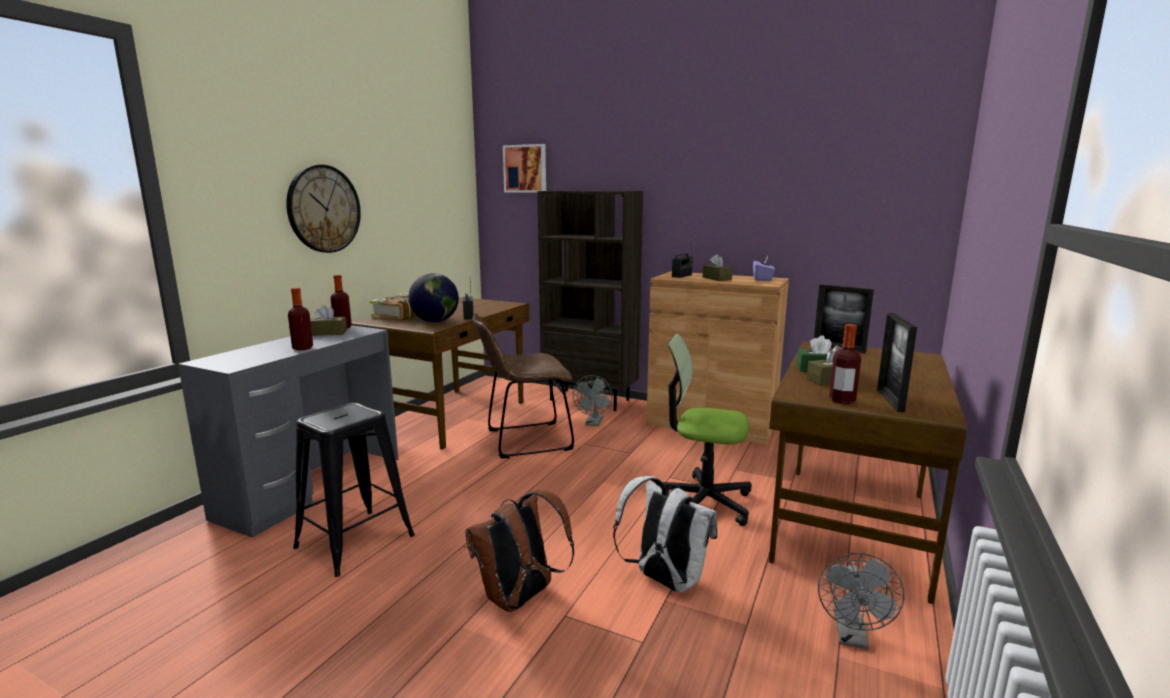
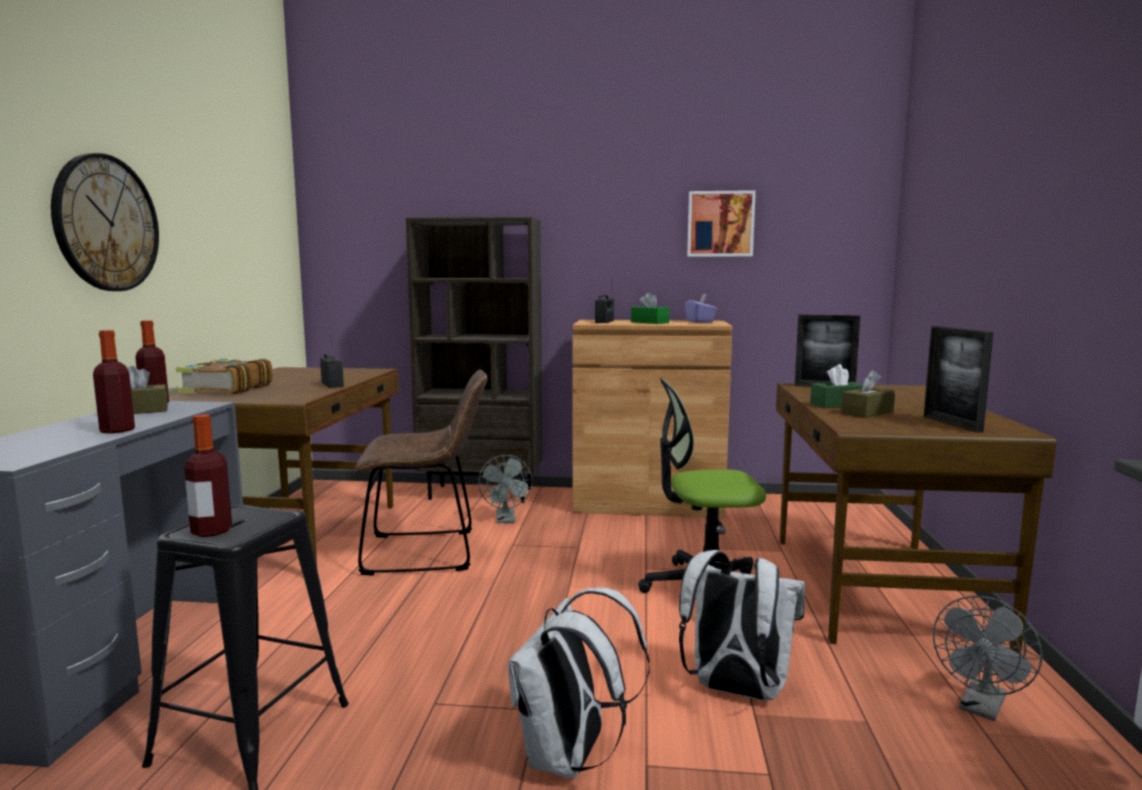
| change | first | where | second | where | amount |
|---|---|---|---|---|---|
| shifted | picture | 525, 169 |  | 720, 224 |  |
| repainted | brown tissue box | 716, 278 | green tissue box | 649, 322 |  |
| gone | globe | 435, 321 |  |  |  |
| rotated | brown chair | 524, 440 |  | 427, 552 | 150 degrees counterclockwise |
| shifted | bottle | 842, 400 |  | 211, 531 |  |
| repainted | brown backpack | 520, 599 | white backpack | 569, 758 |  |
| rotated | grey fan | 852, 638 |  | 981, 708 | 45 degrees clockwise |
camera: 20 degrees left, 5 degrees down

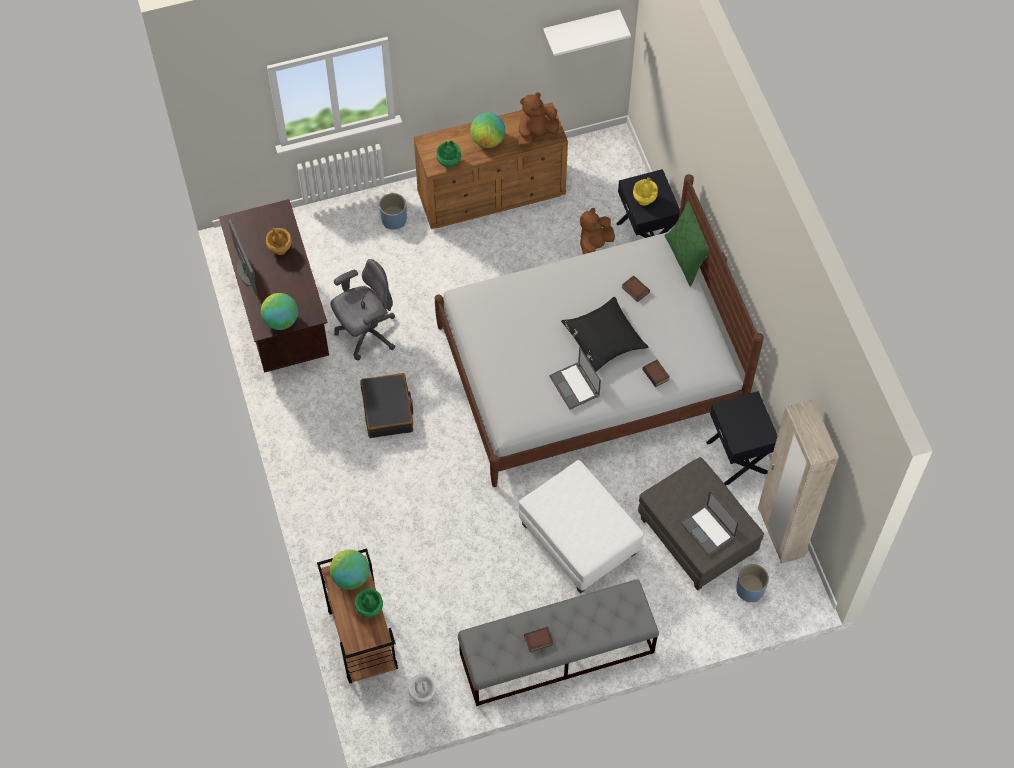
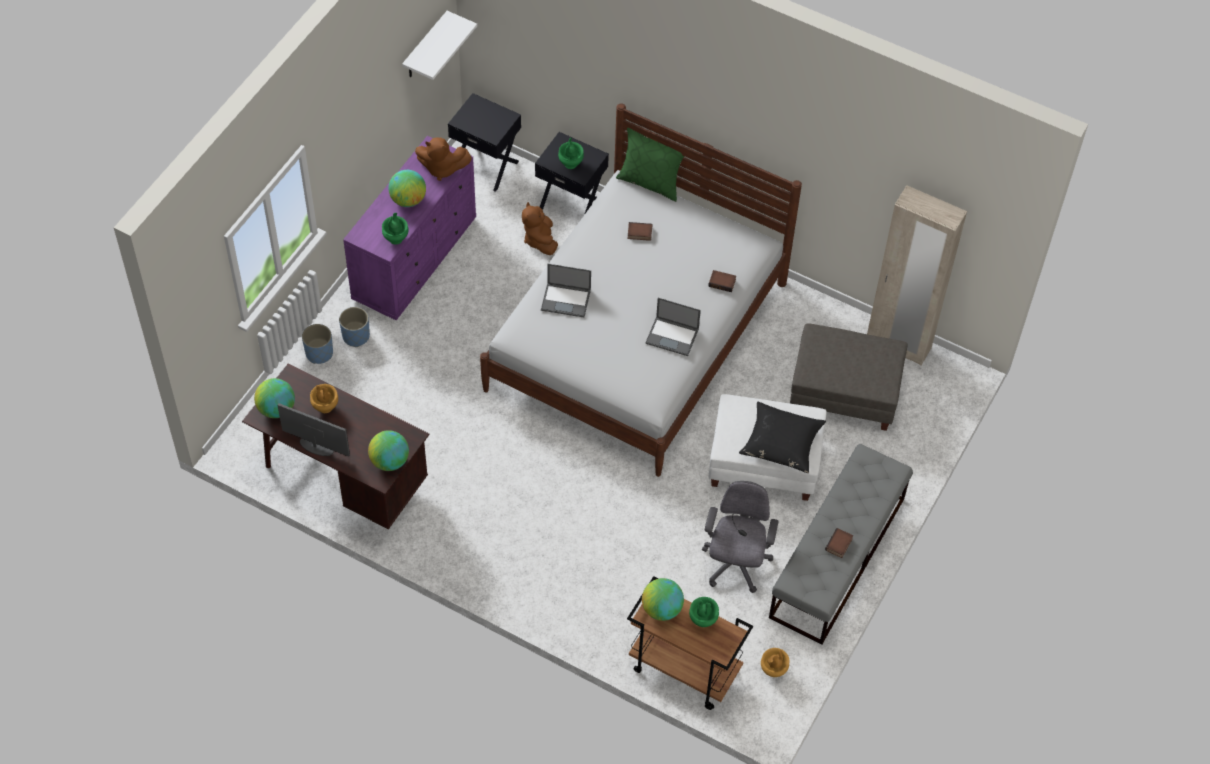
| change | first | where | second | where | amount |
|---|---|---|---|---|---|
| rotated | brown plush toy | 536, 134 |  | 442, 168 | 90 degrees counterclockwise |
| repainted | brown dresser | 492, 194 | purple dresser | 415, 258 |  |
| repainted | yellow vase | 644, 200 | green vase | 570, 164 |  |
| shifted | grey office chair | 366, 333 |  | 735, 564 |  |
| shifted | black pillow | 604, 339 |  | 781, 442 |  |
| gone | black suitcase | 388, 410 |  |  |  |
| shifted | black nightstand | 738, 457 |  | 486, 166 |  |
| shifted | laptop | 708, 530 |  | 566, 300 |  |
| shifted | blue planter | 749, 590 |  | 319, 353 |  |
| repainted | white vase | 422, 694 | brown vase | 773, 670 |  |
| new |  |  | globe | 276, 409 |  |
camera: 45 degrees left, 5 degrees down

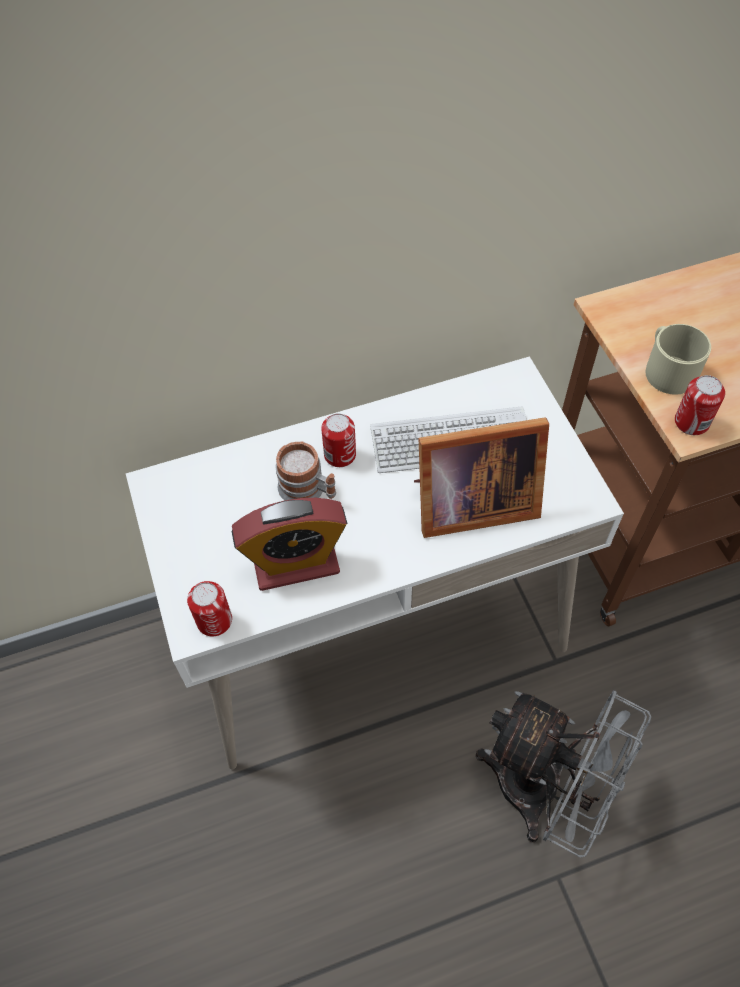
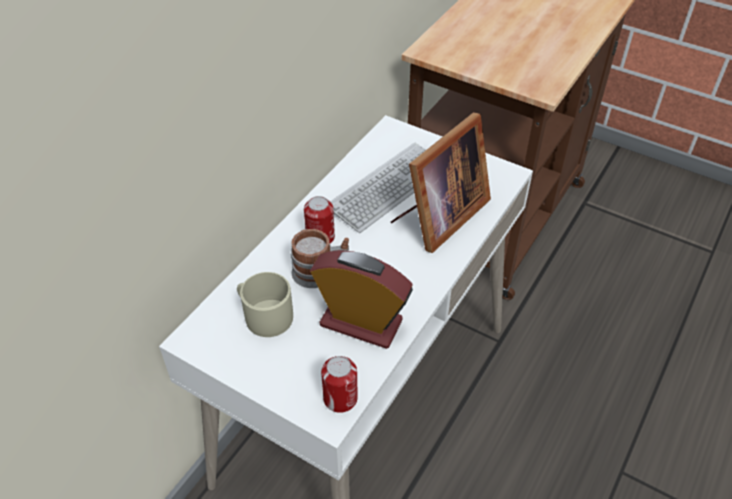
| change | first | where | second | where | amount |
|---|---|---|---|---|---|
| shifted | beige mug | 667, 369 |  | 264, 315 |  |
| gone | can | 691, 422 |  |  |  |
| rotated | alarm clock | 296, 563 |  | 361, 323 | 105 degrees counterclockwise |
| gone | grey fan | 544, 792 |  |  |  |
camera: 40 degrees left, 10 degrees down

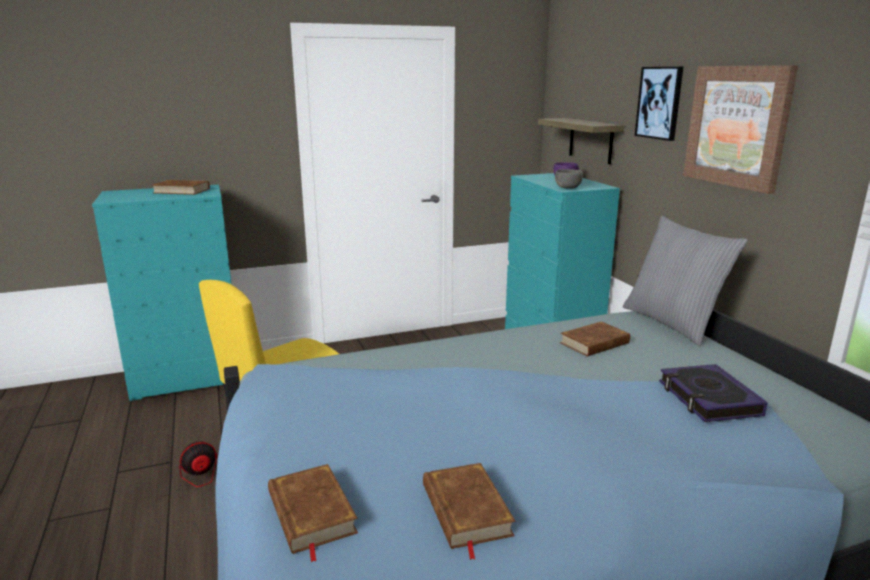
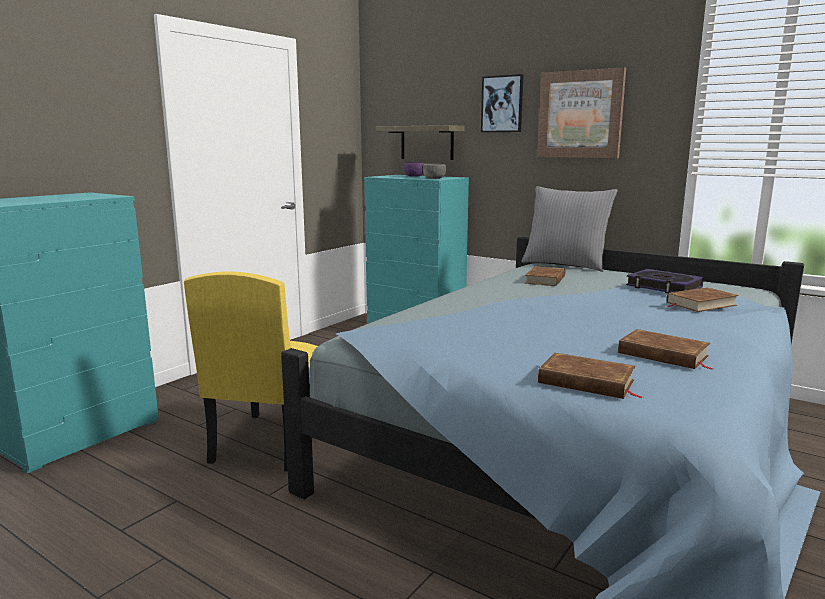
| change | first | where | second | where | amount |
|---|---|---|---|---|---|
| shifted | brown book | 181, 191 |  | 700, 304 |  |
| gone | fan | 191, 490 |  |  |  |
camera: 35 degrees left, 5 degrees down

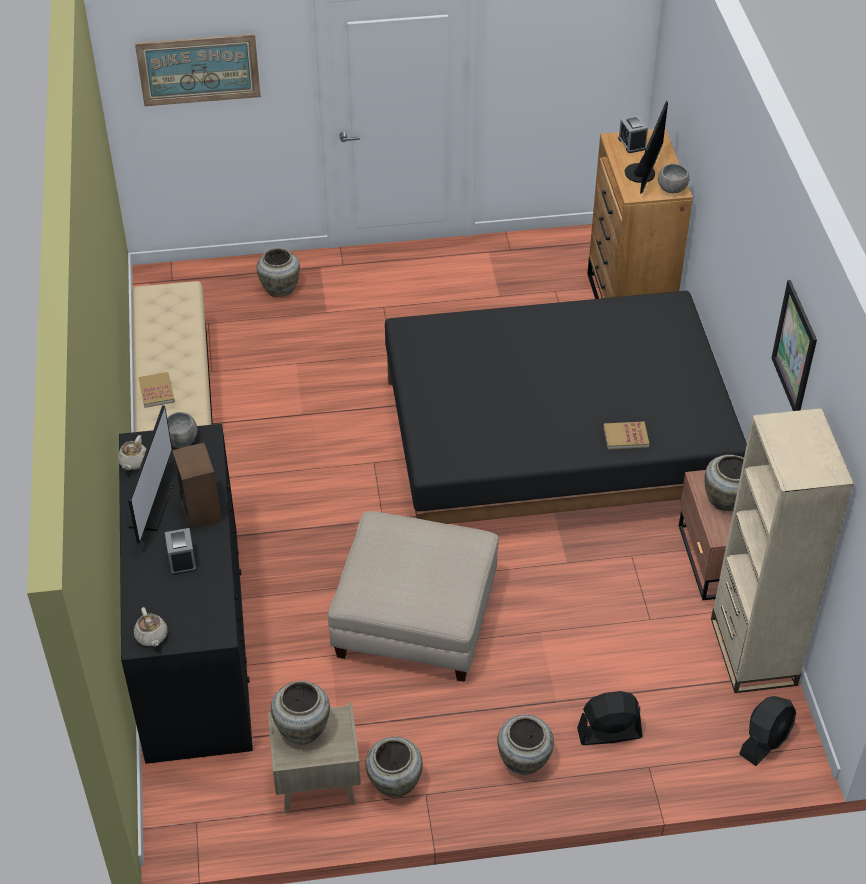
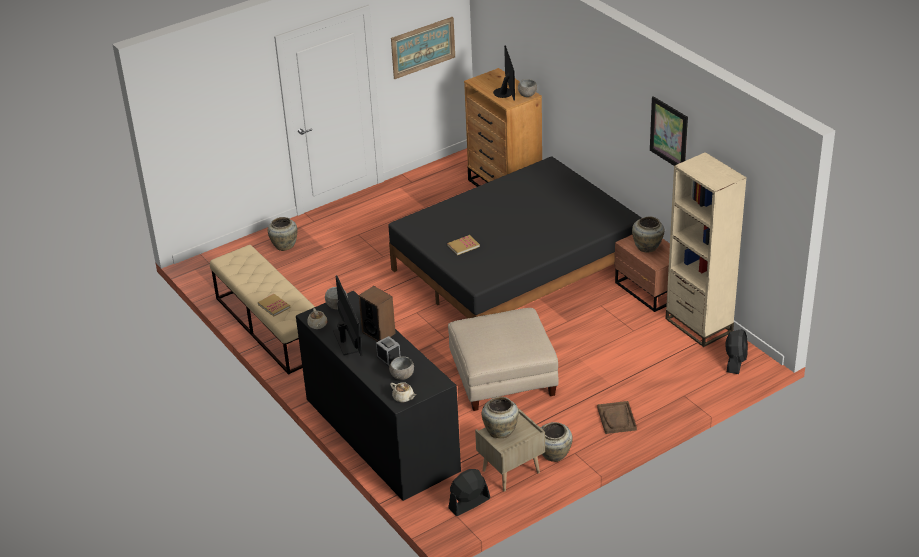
| change | first | where | second | where | amount |
|---|---|---|---|---|---|
| shifted | picture | 198, 69 |  | 423, 47 |  |
| gone | alarm clock | 632, 143 |  |  |  |
| shifted | book | 626, 437 |  | 463, 246 |  |
| shifted | black fan | 609, 733 |  | 469, 503 |  |
| swapped | beige vase | 523, 762 | brown tray | 616, 418 |  |
| new |  |  | grey bowl | 402, 376 |  |
camera: 25 degrees left, 10 degrees down

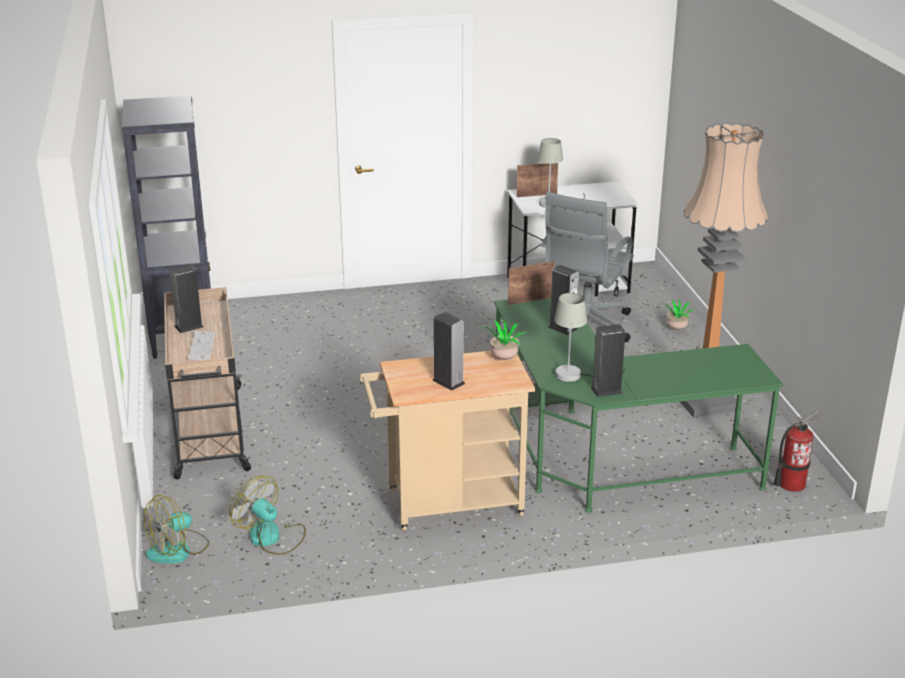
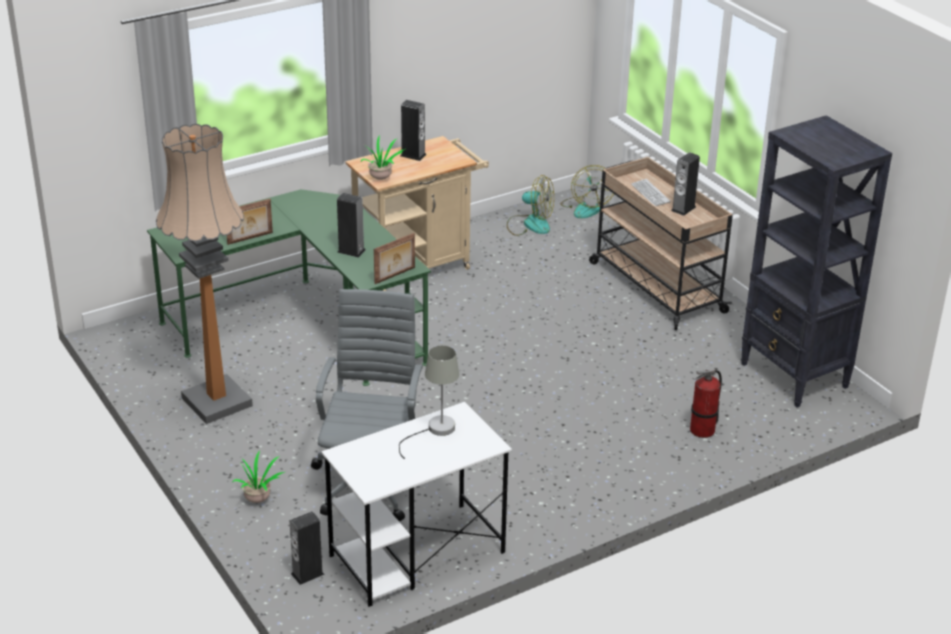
| change | first | where | second | where | amount |
|---|---|---|---|---|---|
| shifted | picture frame | 536, 195 |  | 250, 238 |  |
| gone | grey table lamp | 576, 375 |  |  |  |
| shifted | speaker | 606, 390 |  | 307, 574 |  |
| shifted | fire extinguisher | 791, 484 |  | 703, 430 |  |
| rotated | fan | 178, 550 |  | 586, 207 | 150 degrees clockwise |
camera: 160 degrees right, 5 degrees up

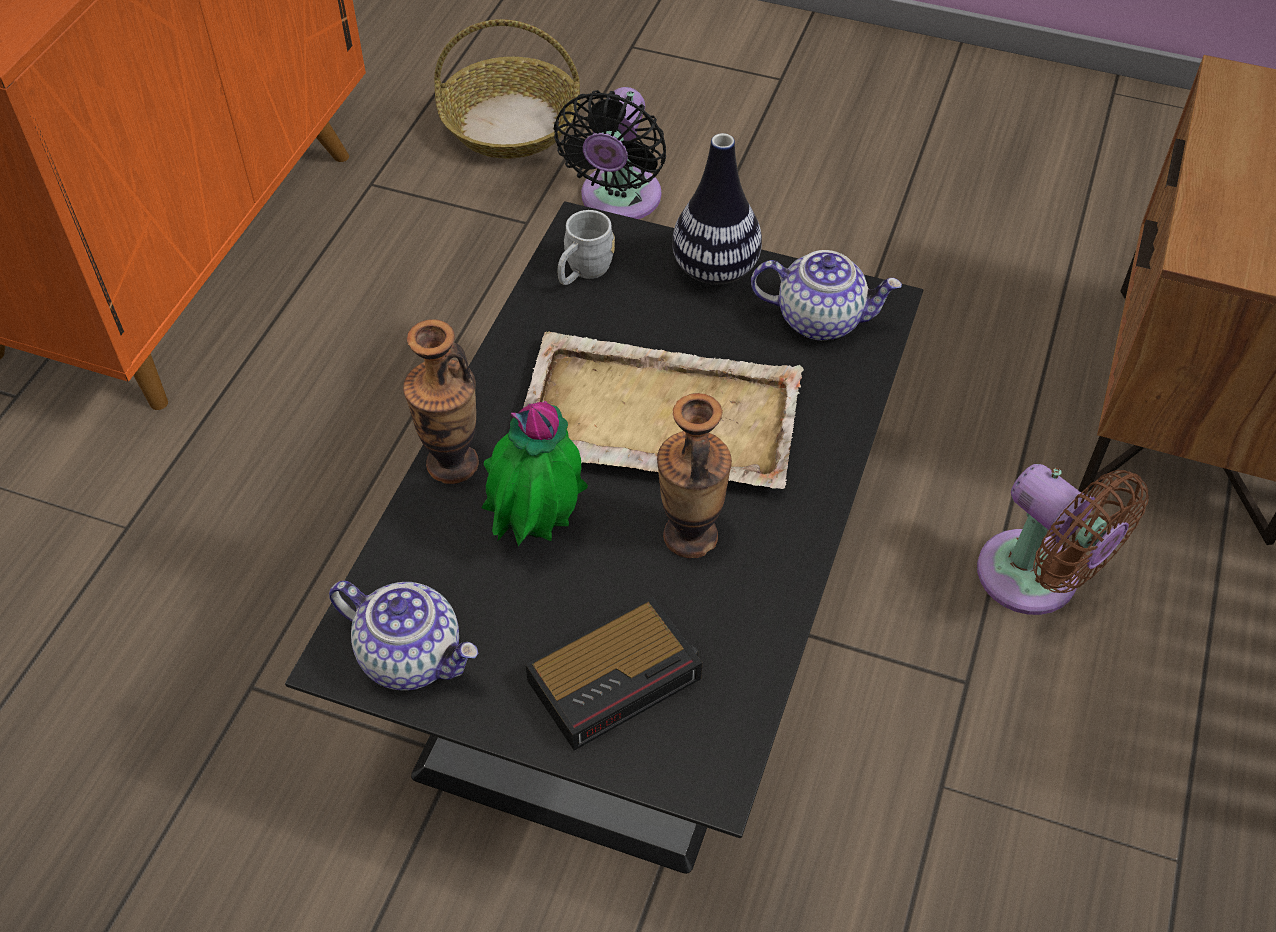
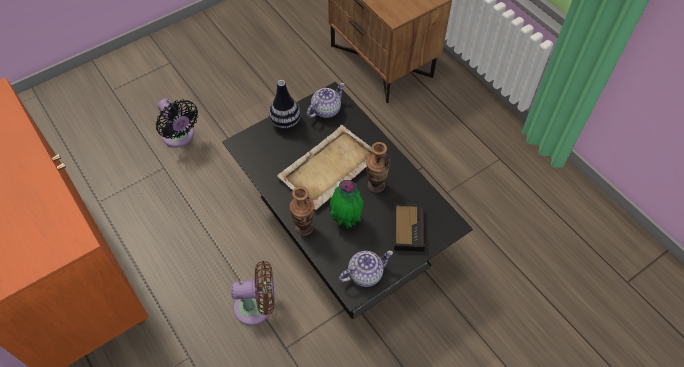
| change | first | where | second | where | amount |
|---|---|---|---|---|---|
| gone | basket | 511, 124 |  |  |  |
| gone | grey mug | 583, 272 |  |  |  |
| shifted | brown fan | 1036, 581 |  | 257, 307 |  |
camera: 55 degrees left, 5 degrees up

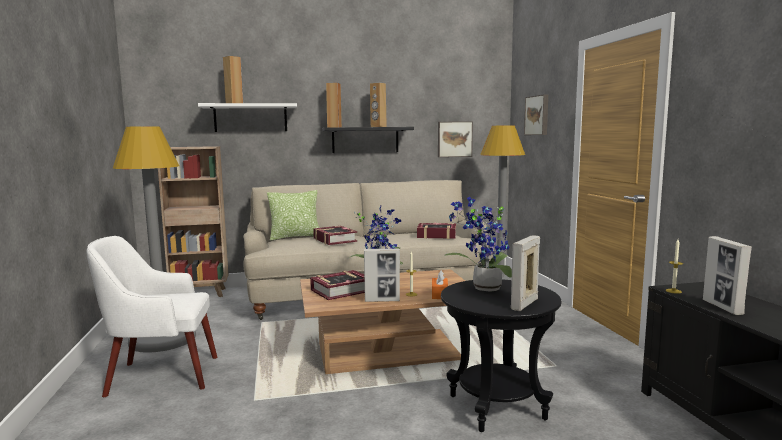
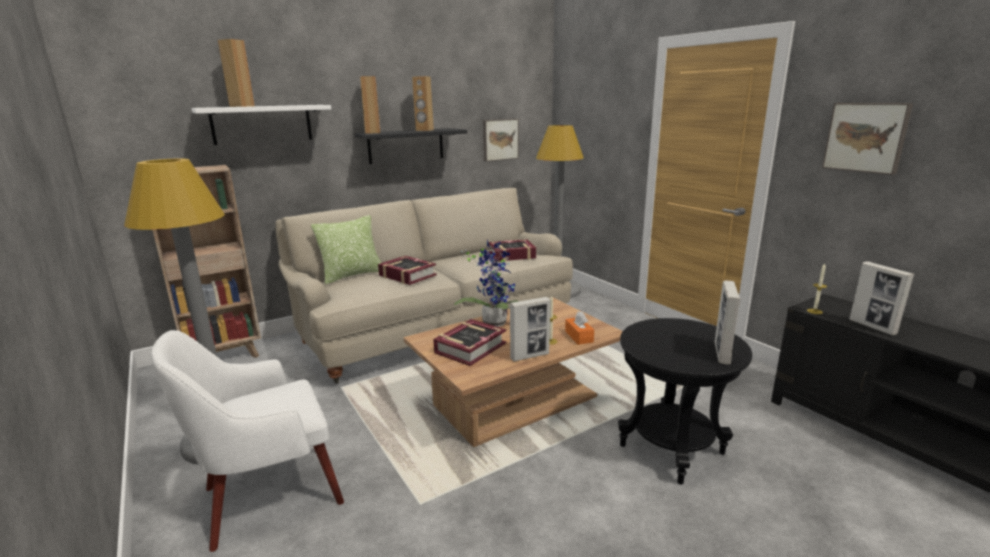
| change | first | where | second | where | amount |
|---|---|---|---|---|---|
| shifted | picture | 537, 115 |  | 866, 137 |  |
| gone | potted plant | 483, 289 |  |  |  |
camera: 20 degrees left, 10 degrees up

